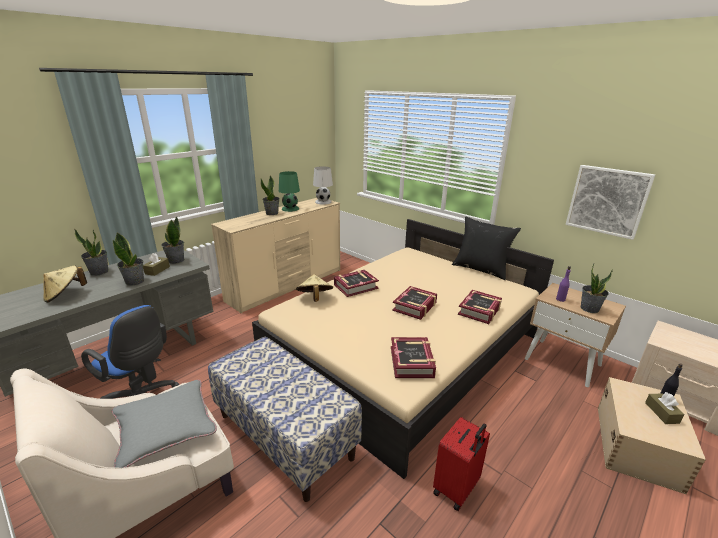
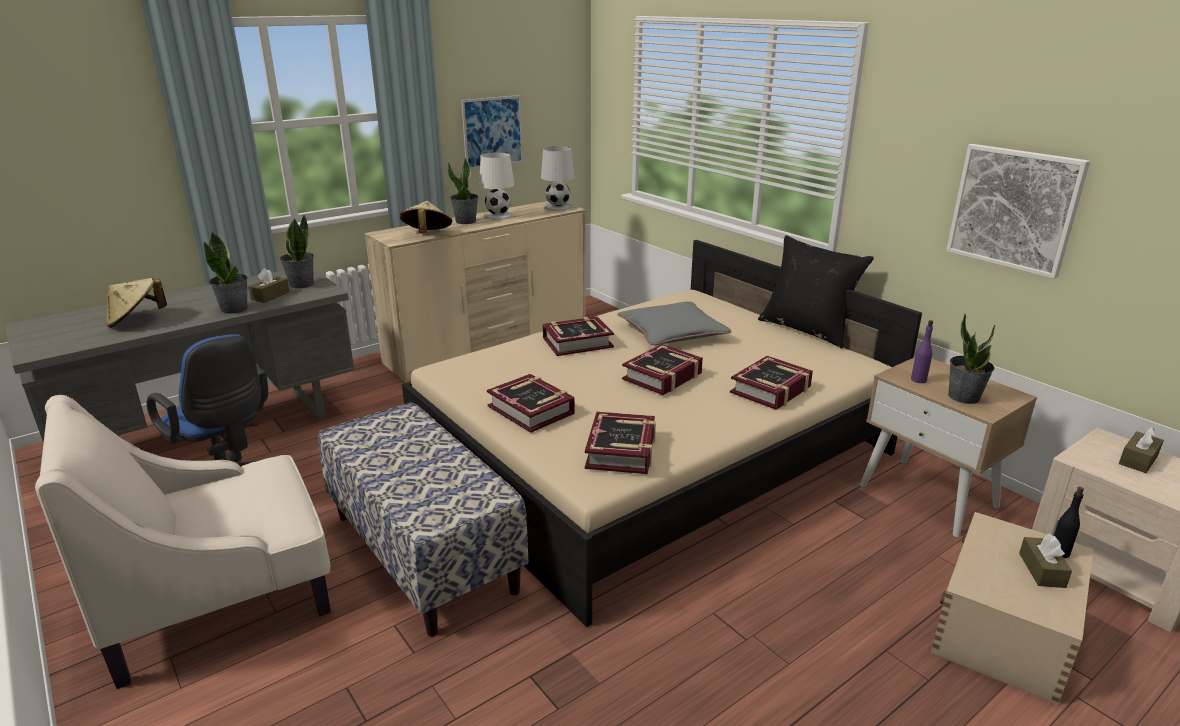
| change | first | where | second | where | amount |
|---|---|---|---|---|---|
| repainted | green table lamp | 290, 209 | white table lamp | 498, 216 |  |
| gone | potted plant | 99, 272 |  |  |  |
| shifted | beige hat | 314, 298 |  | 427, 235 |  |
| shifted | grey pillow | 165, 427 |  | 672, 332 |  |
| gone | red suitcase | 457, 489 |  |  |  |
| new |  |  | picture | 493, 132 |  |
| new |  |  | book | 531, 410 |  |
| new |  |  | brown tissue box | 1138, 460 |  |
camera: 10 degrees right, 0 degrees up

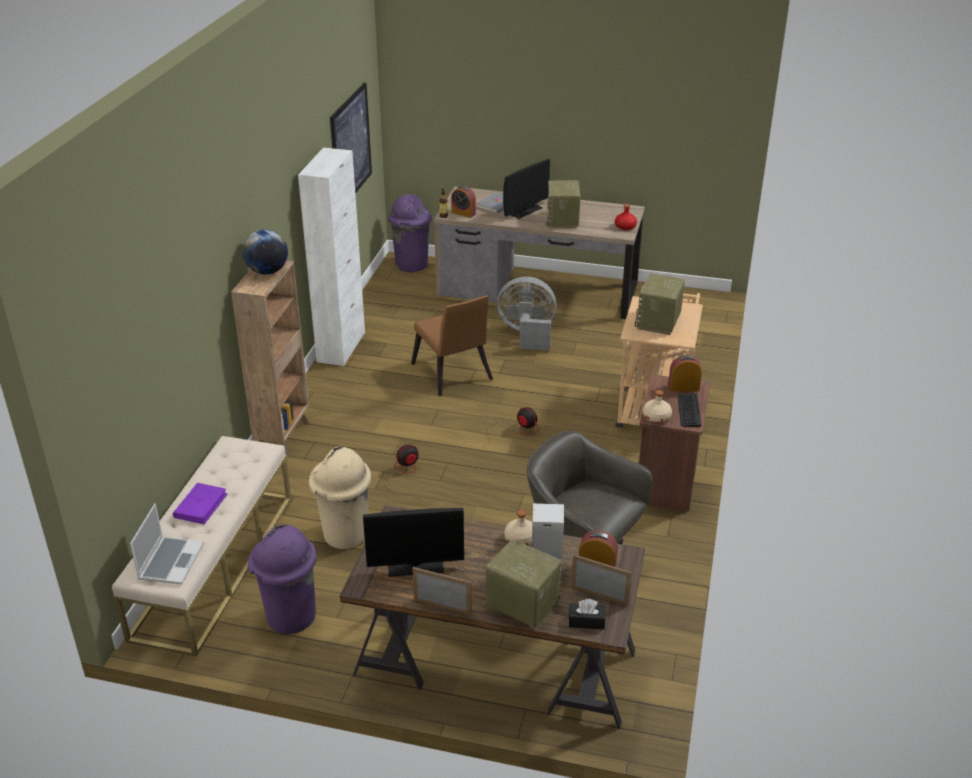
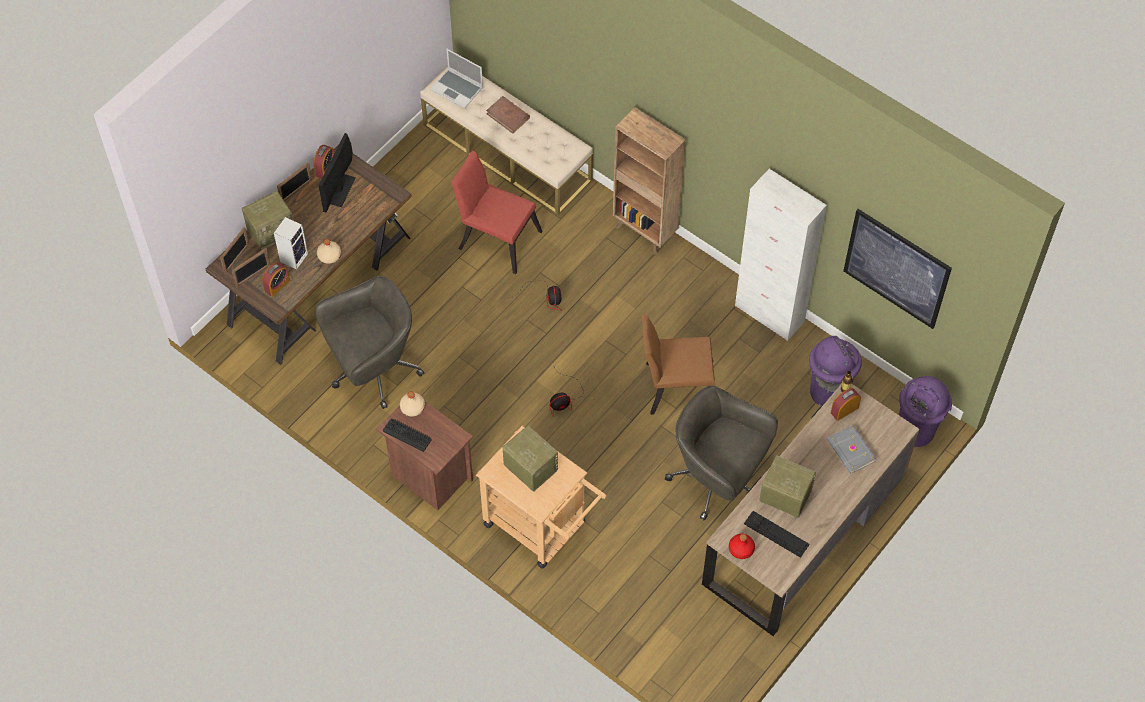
| change | first | where | second | where | amount |
|---|---|---|---|---|---|
| gone | monitor | 525, 210 |  |  |  |
| gone | globe | 267, 271 |  |  |  |
| swapped | grey fan | 527, 334 | grey office chair | 717, 479 |  |
| shifted | alarm clock | 683, 387 |  | 325, 168 |  |
| swapped | beige trash can | 345, 535 | red chair | 496, 237 |  |
| repainted | purple book | 201, 505 | brown book | 508, 116 |  |
| shifted | purple trash can | 290, 617 |  | 828, 391 |  |
| swapped | black tissue box | 586, 621 | picture frame | 237, 258 |  |
| new |  |  | keyboard | 776, 534 |  |
camera: 115 degrees right, 25 degrees up

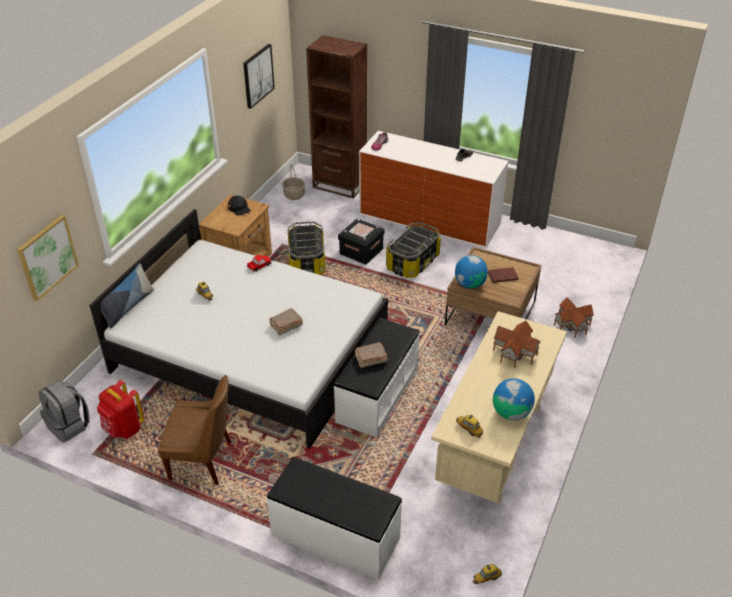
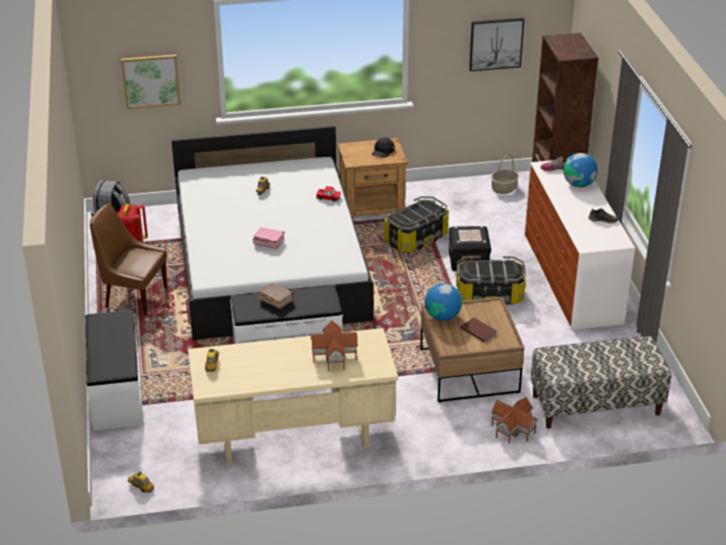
| change | first | where | second | where | amount |
|---|---|---|---|---|---|
| gone | pillow | 128, 307 |  |  |  |
| repainted | brown book | 286, 326 | pink book | 268, 242 |  |
| rotated | brown chair | 203, 461 |  | 133, 297 | 135 degrees clockwise |
| shifted | globe | 511, 413 |  | 578, 184 |  |
| new |  |  | bench | 596, 405 |  |
camera: 55 degrees right, 5 degrees down

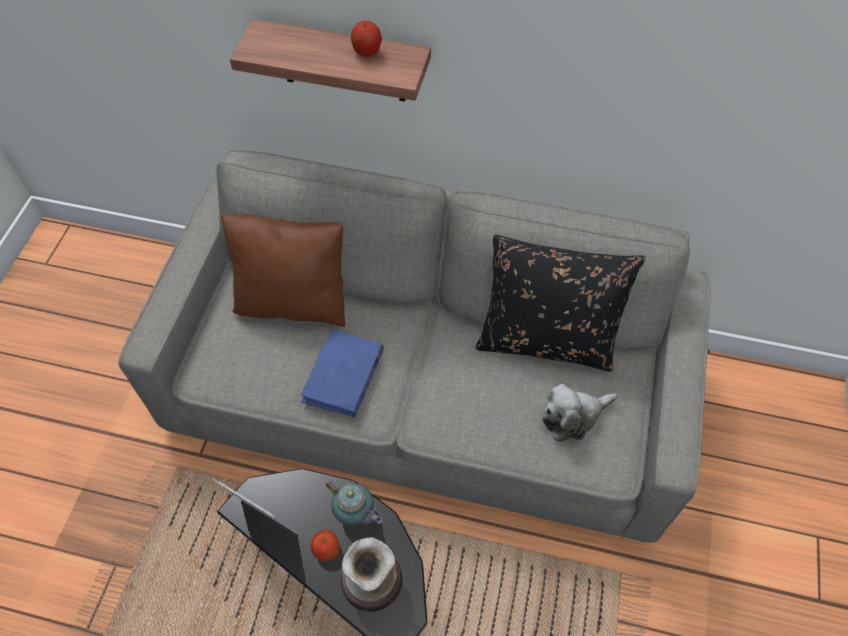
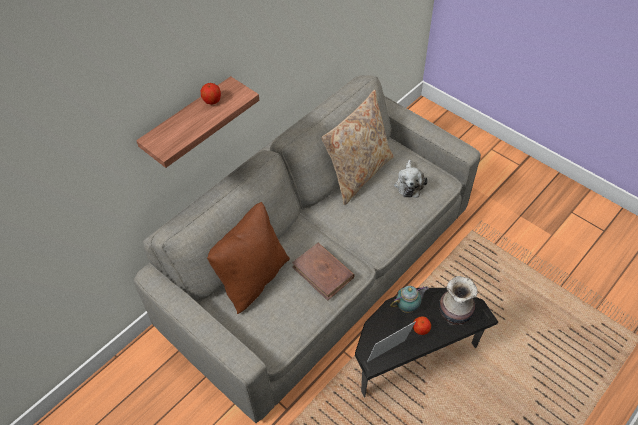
| change | first | where | second | where | amount |
|---|---|---|---|---|---|
| repainted | black pillow | 546, 340 | beige pillow | 358, 173 |  |
| repainted | blue book | 343, 376 | brown book | 323, 272 |  |
camera: 60 degrees left, 5 degrees down

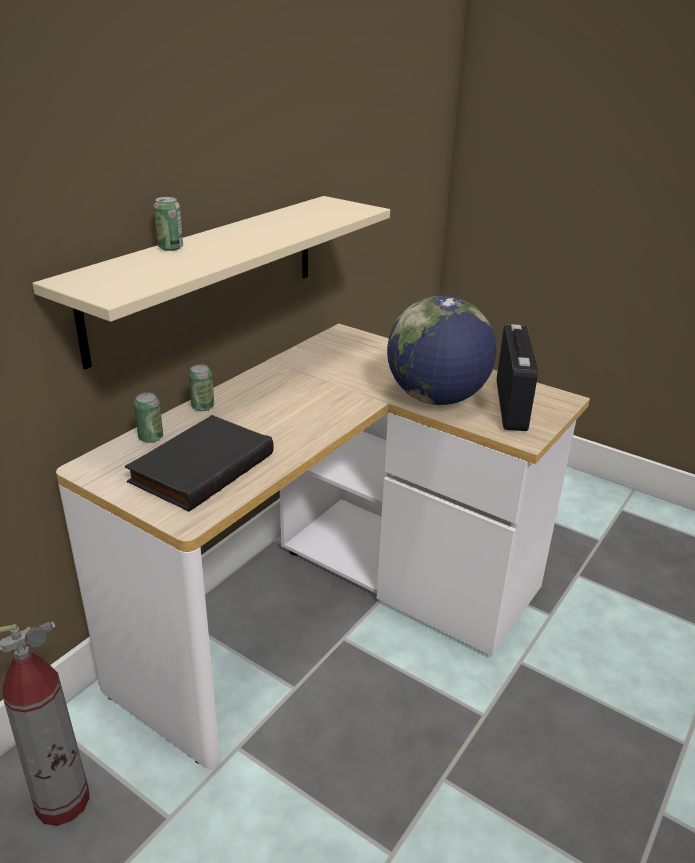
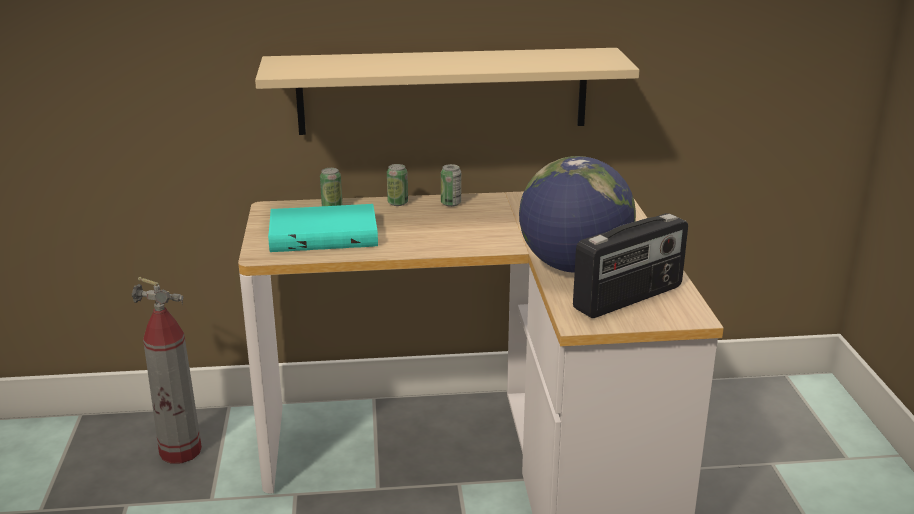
| change | first | where | second | where | amount |
|---|---|---|---|---|---|
| shifted | can | 170, 248 |  | 451, 203 |  |
| repainted | black book | 200, 466 | turquoise book | 324, 234 |  |
camera: 50 degrees right, 5 degrees down

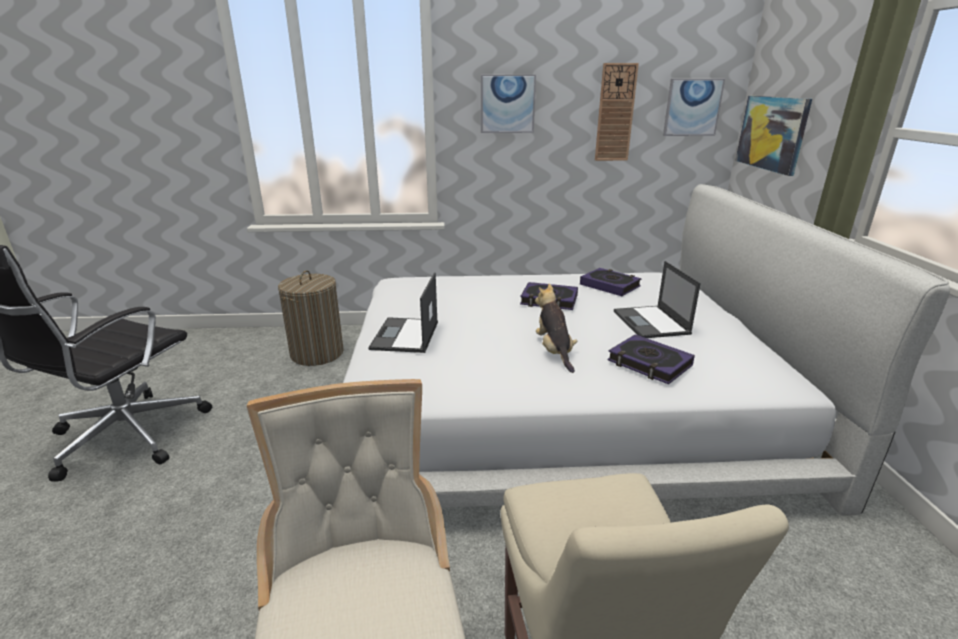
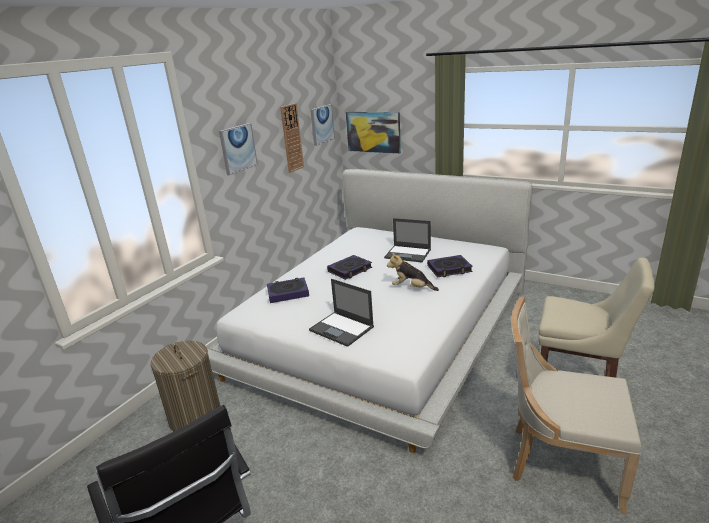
| change | first | where | second | where | amount |
|---|---|---|---|---|---|
| shifted | book | 610, 285 |  | 288, 293 |  |
camera: 55 degrees left, 0 degrees up

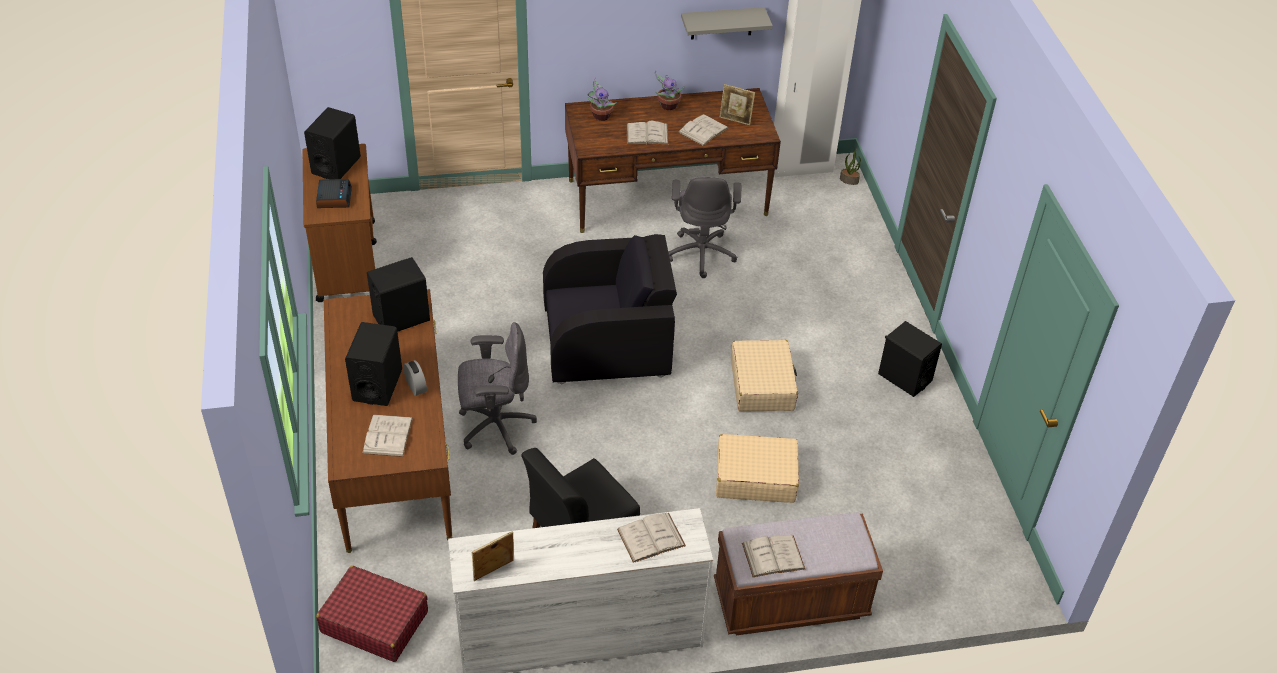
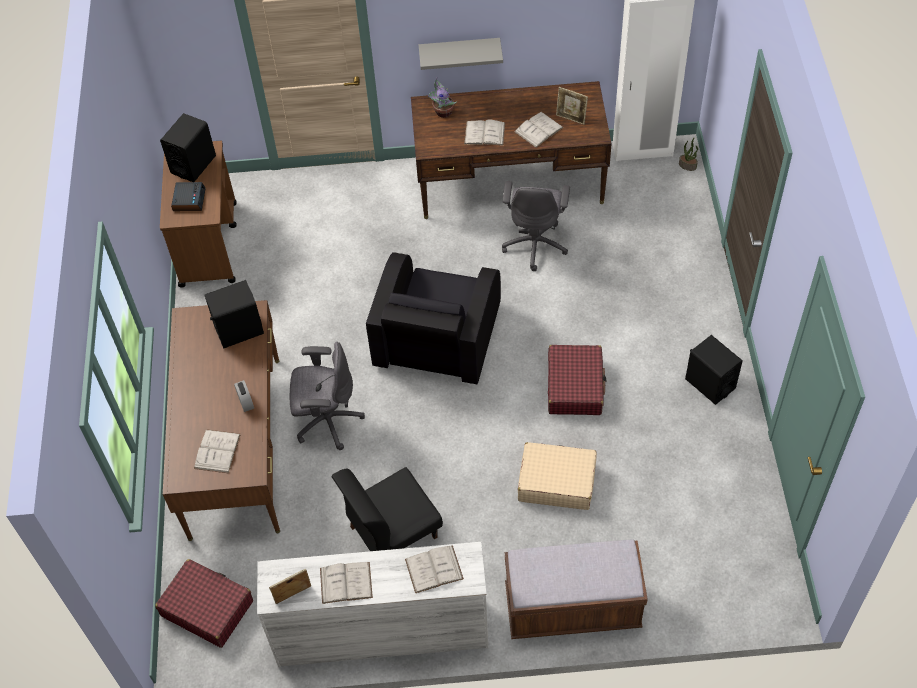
| change | first | where | second | where | amount |
|---|---|---|---|---|---|
| shifted | grey shelf | 722, 23 |  | 459, 52 |  |
| gone | potted plant | 667, 106 |  |  |  |
| rotated | black armchair | 607, 342 |  | 437, 336 | 105 degrees clockwise |
| gone | black speaker | 377, 385 |  |  |  |
| repainted | beige suitcase | 762, 384 | red suitcase | 575, 386 |  |
| shifted | white book | 773, 556 |  | 346, 582 |  |
camera: 10 degrees right, 10 degrees up

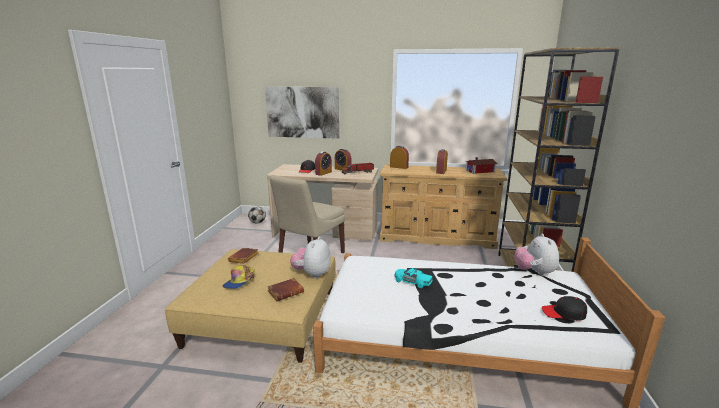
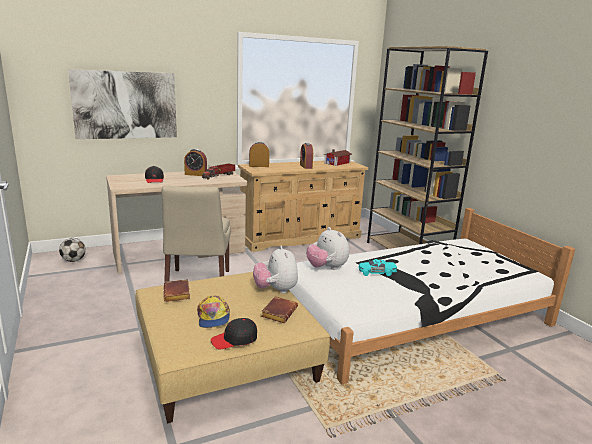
| change | first | where | second | where | amount |
|---|---|---|---|---|---|
| gone | alarm clock | 323, 173 |  |  |  |
| shifted | plush toy | 534, 272 |  | 326, 268 |  |
| shifted | black cap | 563, 313 |  | 234, 339 |  |
camera: 35 degrees left, 0 degrees up

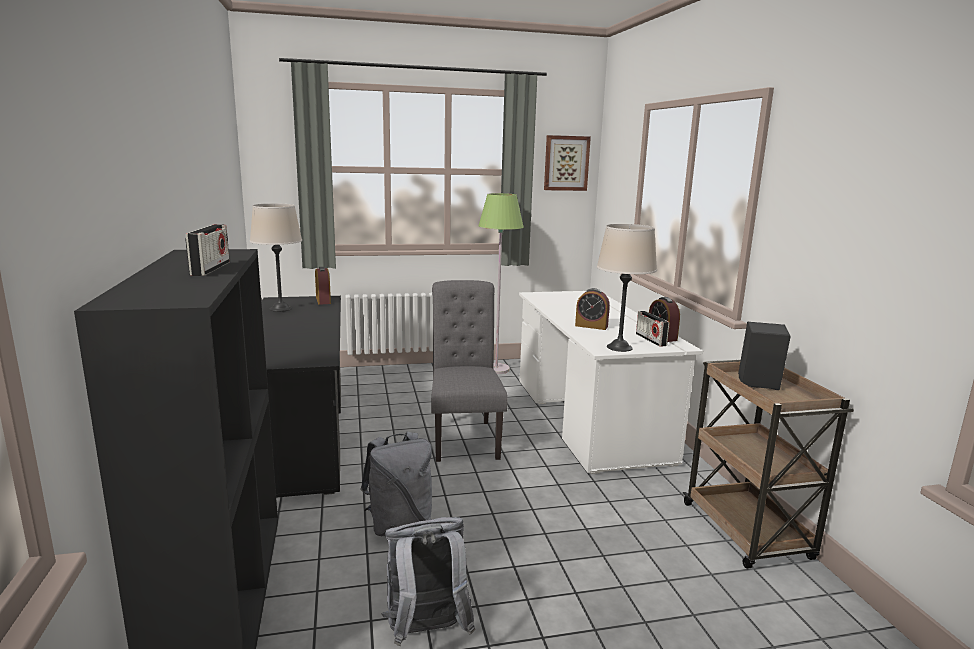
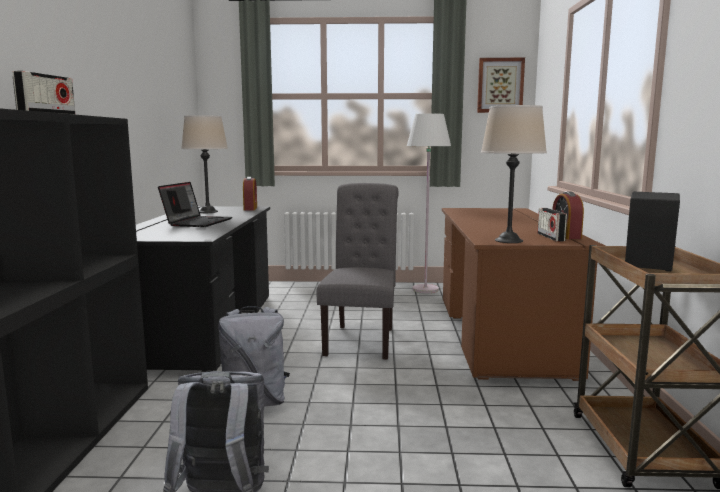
| change | first | where | second | where | amount |
|---|---|---|---|---|---|
| repainted | green floor lamp | 496, 369 | white floor lamp | 425, 289 |  |
| gone | alarm clock | 591, 326 |  |  |  |
| repainted | white desk | 589, 418 | brown desk | 501, 333 |  |
| new |  |  | laptop | 197, 222 |  |
camera: 15 degrees right, 5 degrees down

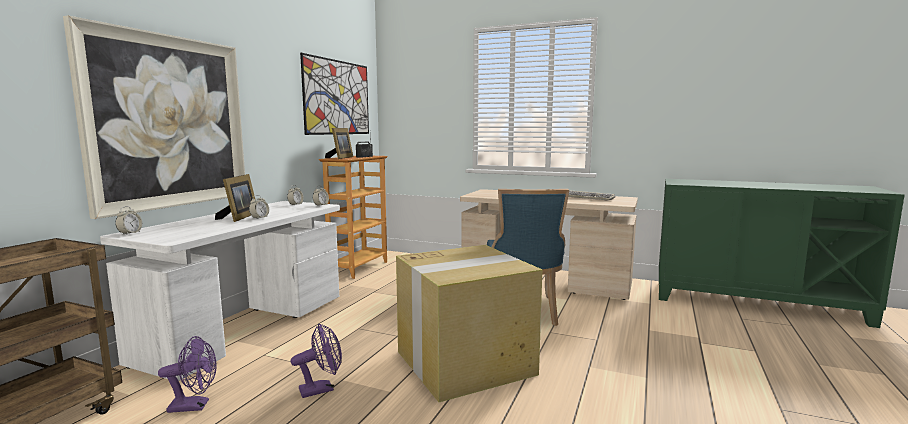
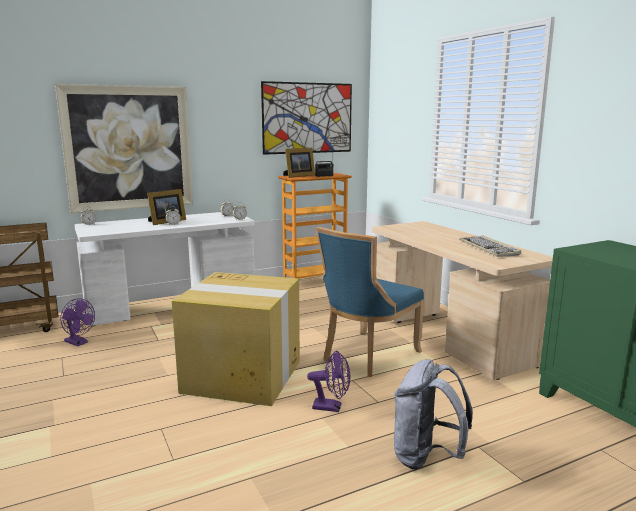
| change | first | where | second | where | amount |
|---|---|---|---|---|---|
| shifted | purple fan | 321, 389 |  | 332, 407 |  |
| new |  |  | grey backpack | 426, 457 |  |
camera: 40 degrees right, 5 degrees up

